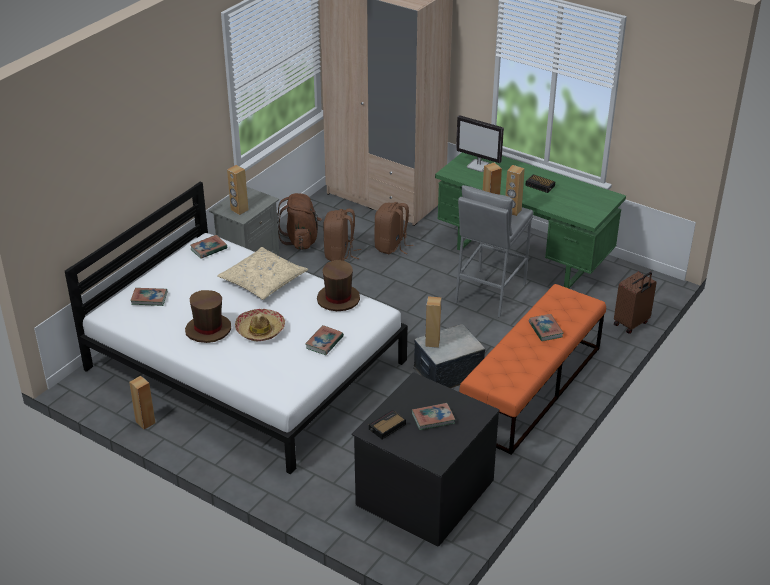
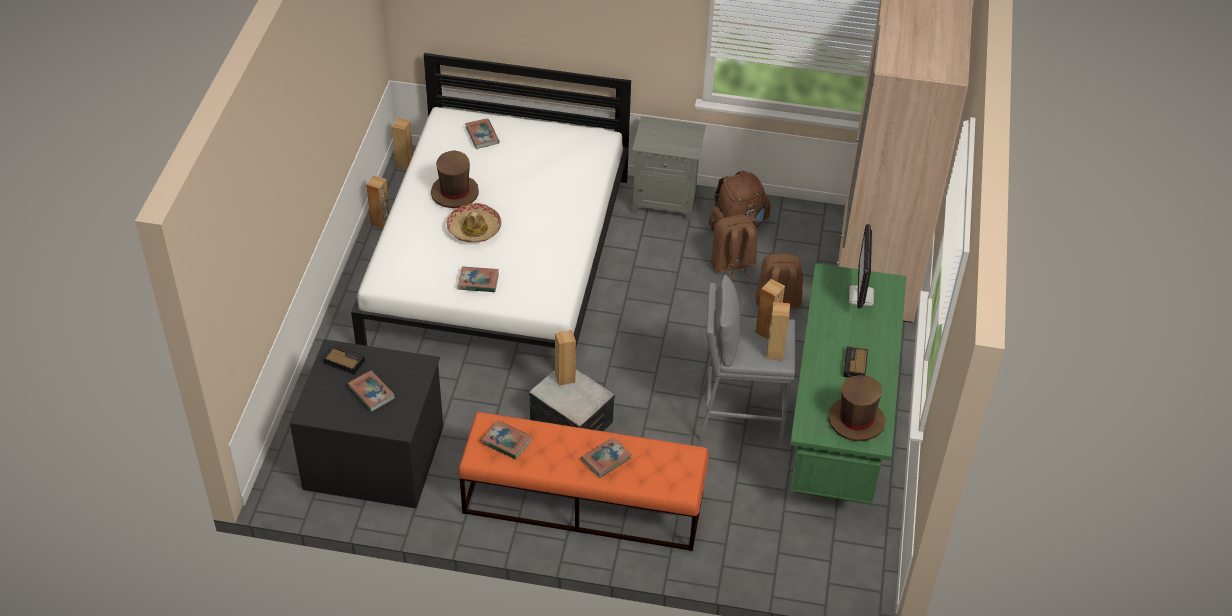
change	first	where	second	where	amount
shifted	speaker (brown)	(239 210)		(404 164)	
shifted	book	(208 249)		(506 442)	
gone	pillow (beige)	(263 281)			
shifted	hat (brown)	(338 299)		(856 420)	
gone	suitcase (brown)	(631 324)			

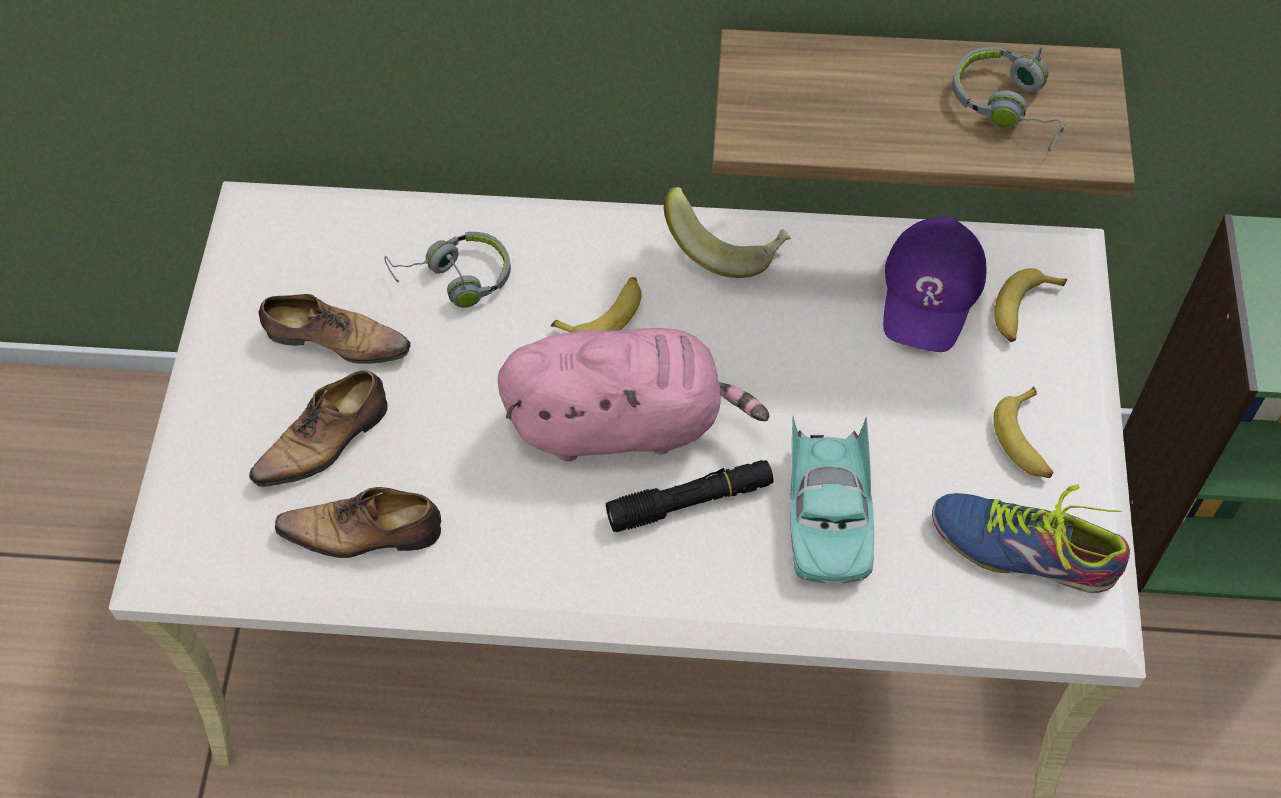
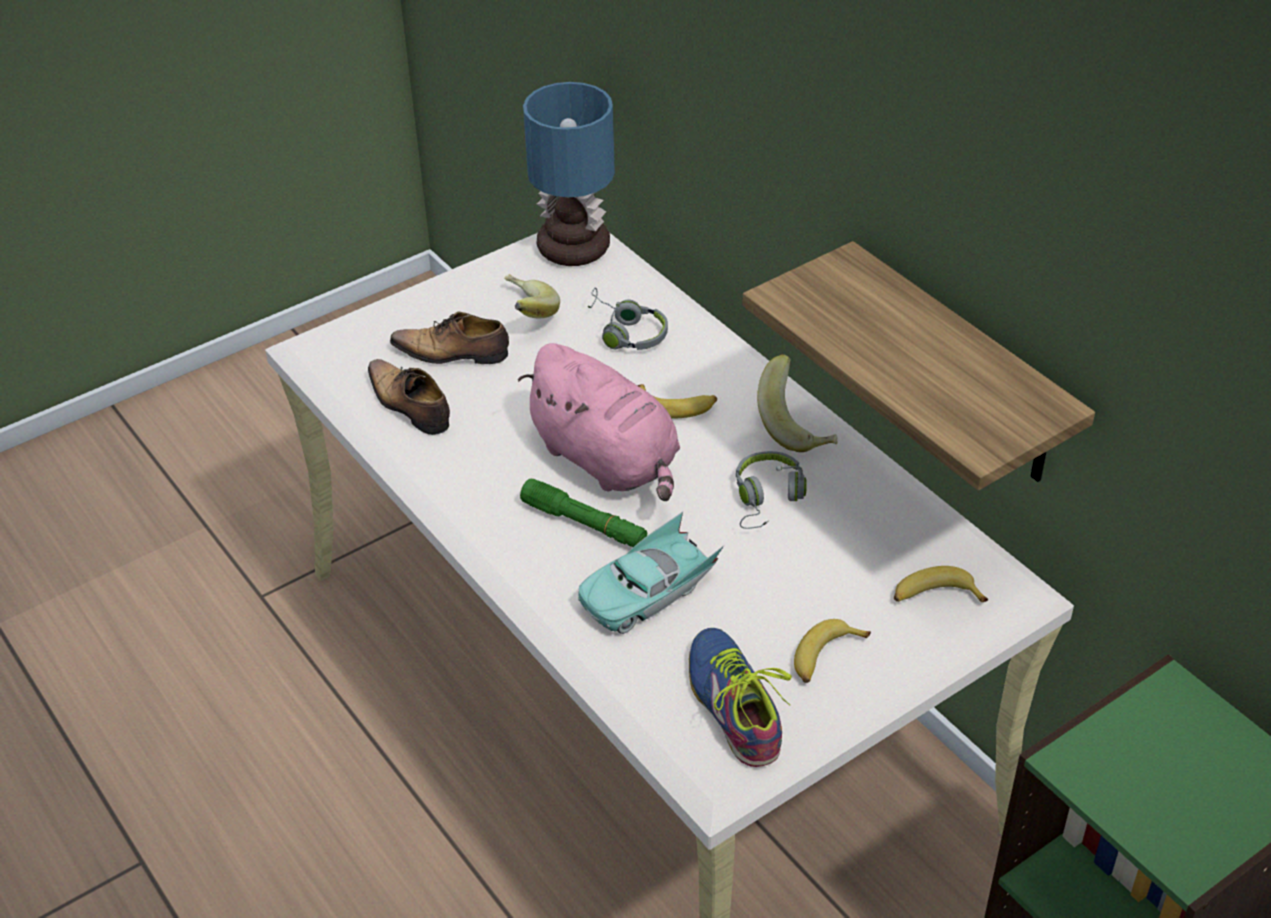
change	first	where	second	where	amount
shifted	headphones (grey)	(1009 106)		(767 498)	
gone	cap (purple)	(931 291)			
swapped	shoe	(335 340)	banana	(524 315)	
repainted	flashlight (black)	(690 502)	flashlight (green)	(584 524)	
new			table lamp	(576 248)	

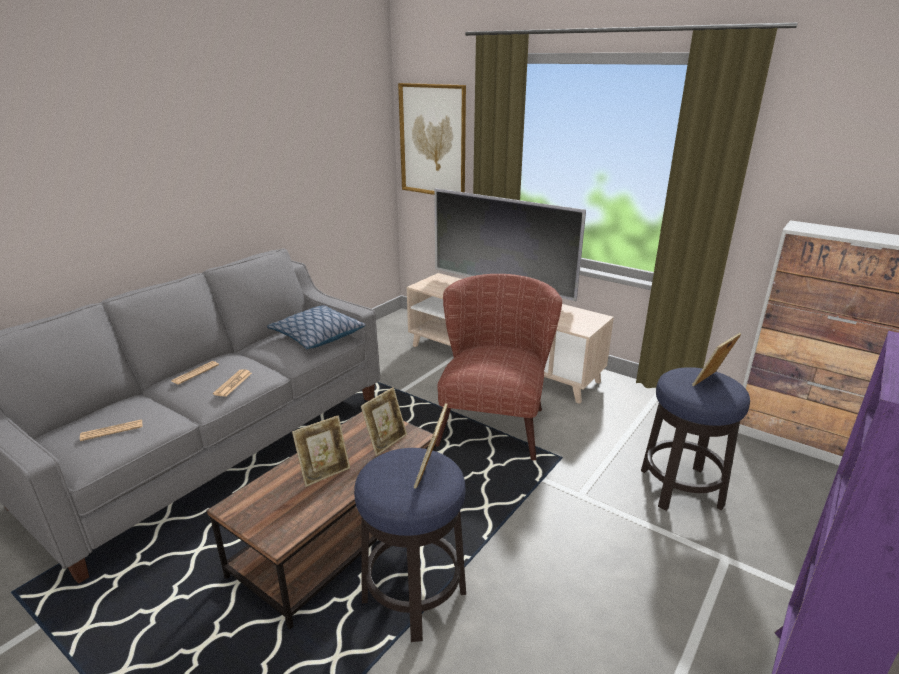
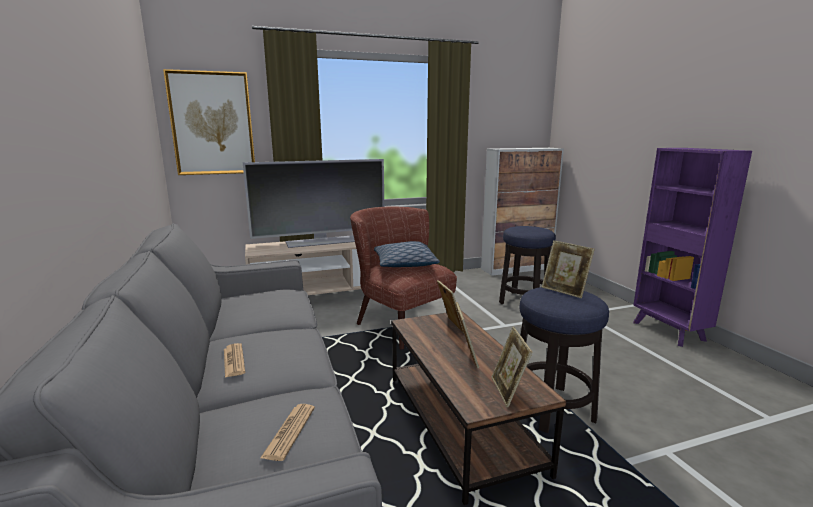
change	first	where	second	where	amount
shifted	pillow	(317 336)		(405 264)	
shifted	picture frame	(711 382)		(508 391)	
gone	newspaper	(233 383)			

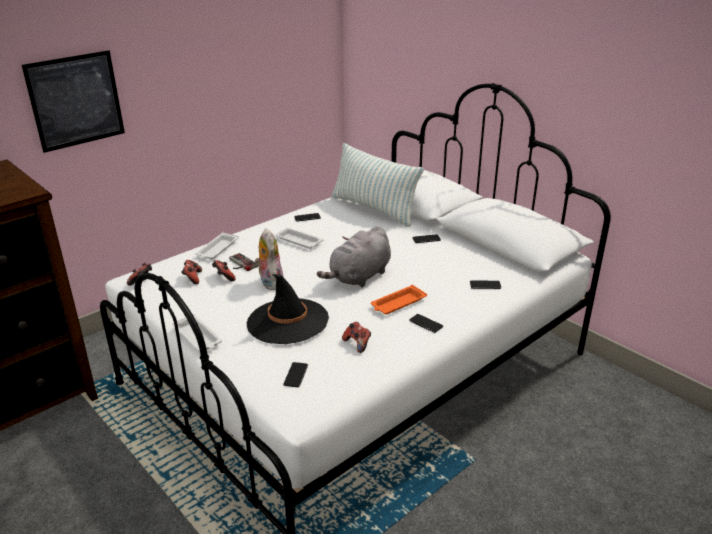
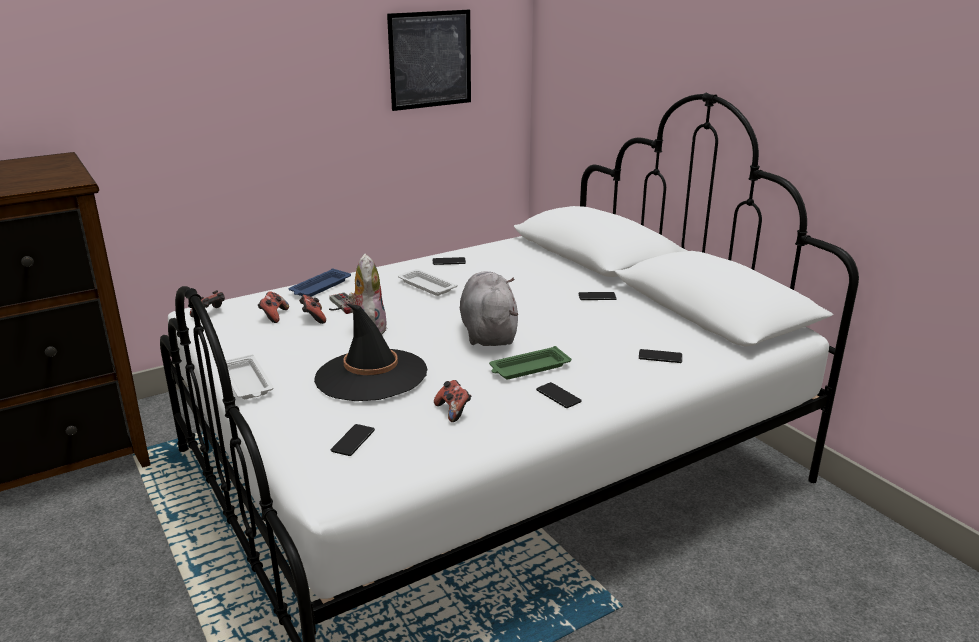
change	first	where	second	where	amount
shifted	picture	(76 100)		(430 59)	
gone	pillow	(374 209)			
rotated	plush toy (grey)	(359 277)		(488 333)	120 degrees clockwise
repainted	tray (white)	(217 249)	tray (blue)	(319 287)	
repainted	tray (orange)	(397 303)	tray (green)	(528 368)	

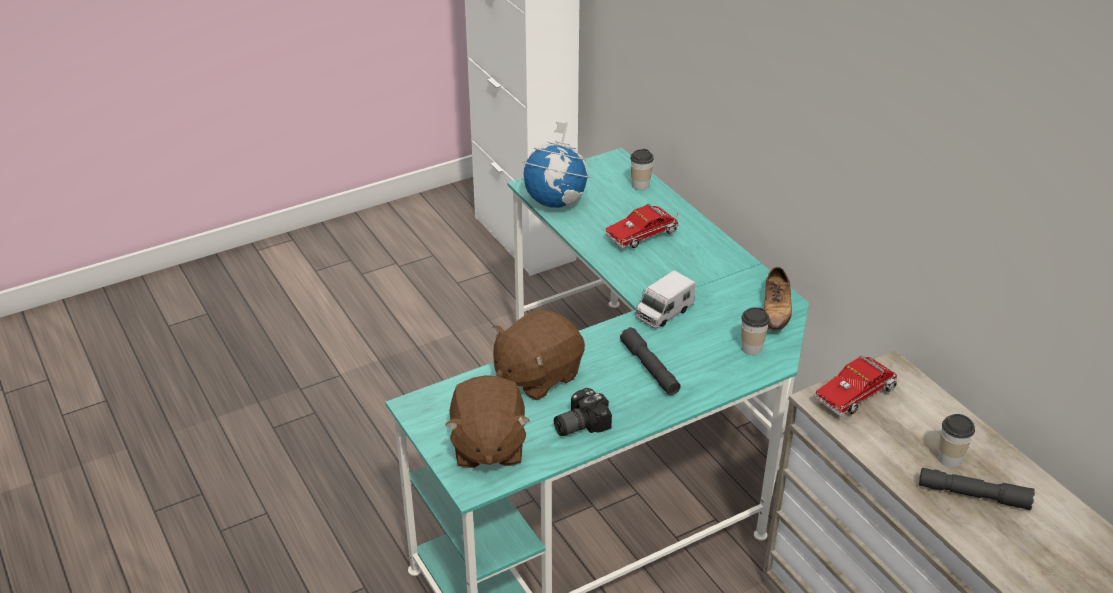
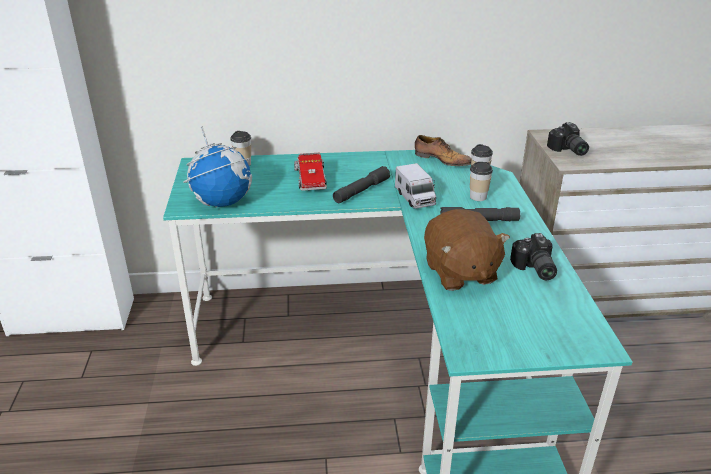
change	first	where	second	where	amount
swapped	toy truck	(857 393)	photo camera	(567 150)	
gone	plush toy (brown)	(487 446)			
shifted	cup	(949 459)		(478 197)	
shifted	flashlight (grey)	(973 495)		(361 191)	

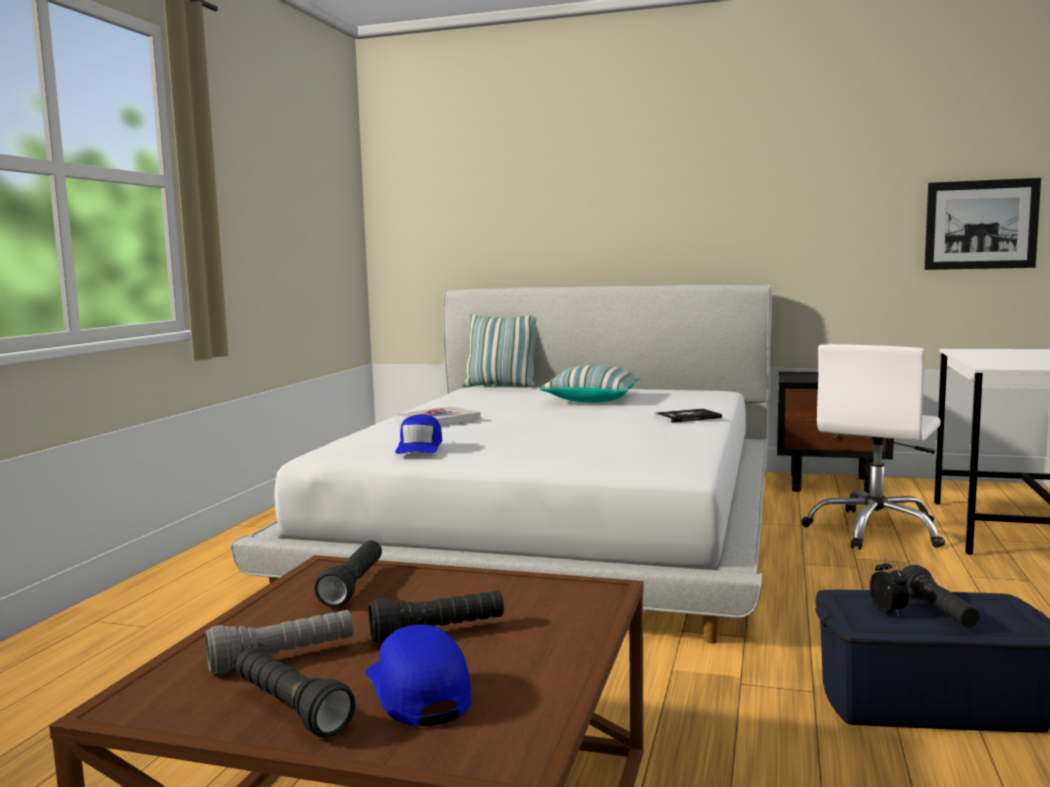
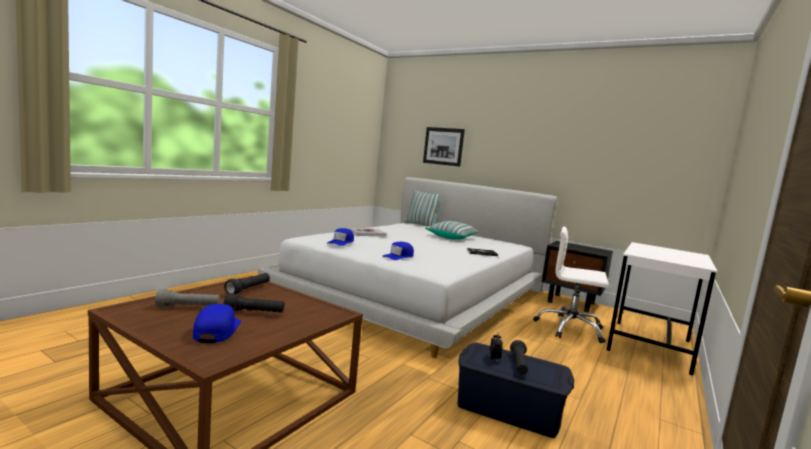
change	first	where	second	where	amount
shifted	picture	(980 224)		(443 146)	
rotated	office chair (white)	(875 531)		(570 328)	60 degrees clockwise
gone	flashlight (black)	(290 709)			
new			cap (blue)	(398 256)	

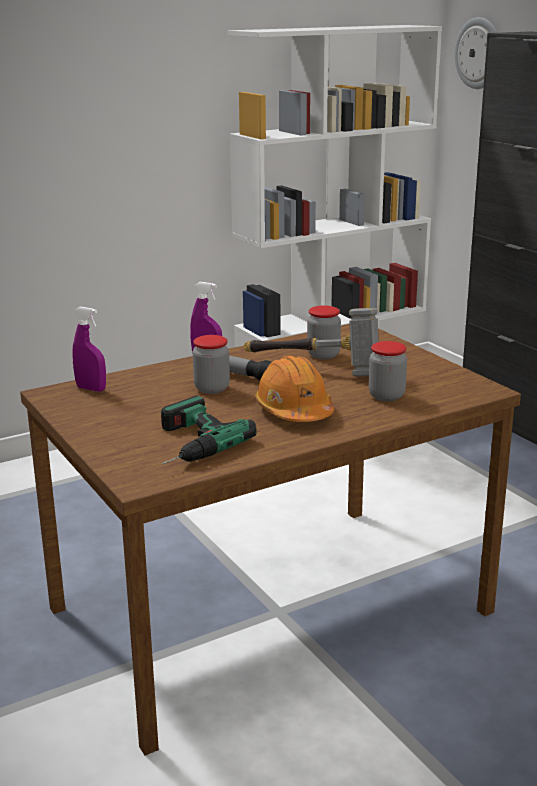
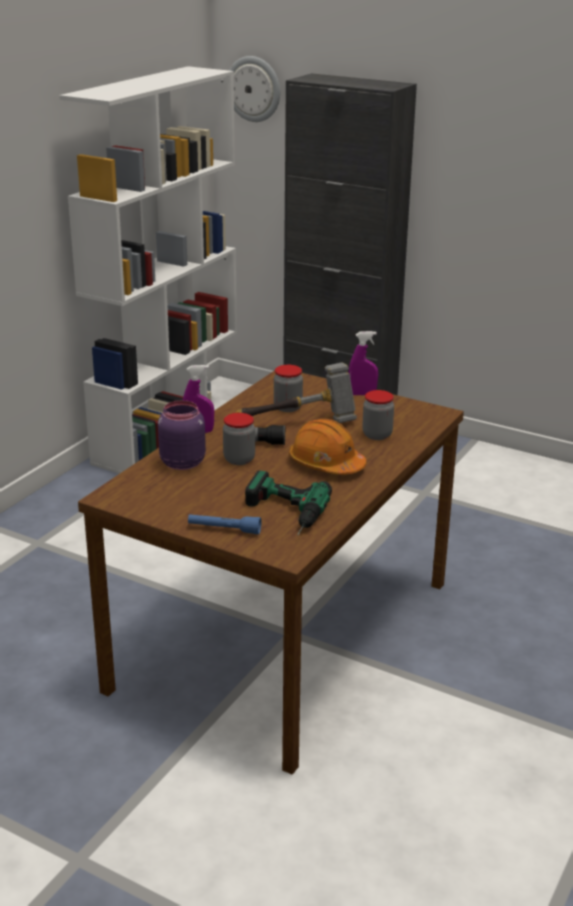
change	first	where	second	where	amount
shifted	spray bottle (purple)	(91 389)		(362 394)	
new			jar (purple)	(181 462)	
new			flashlight (blue)	(224 529)	

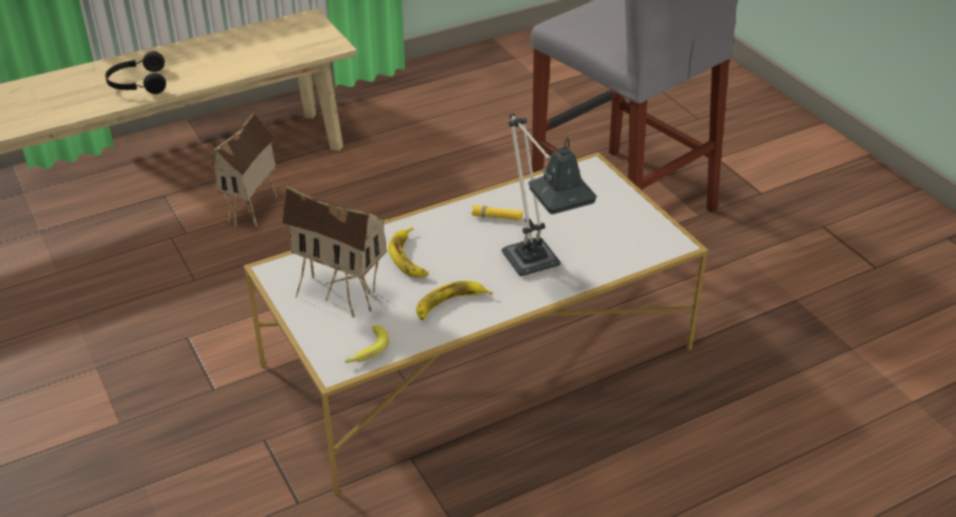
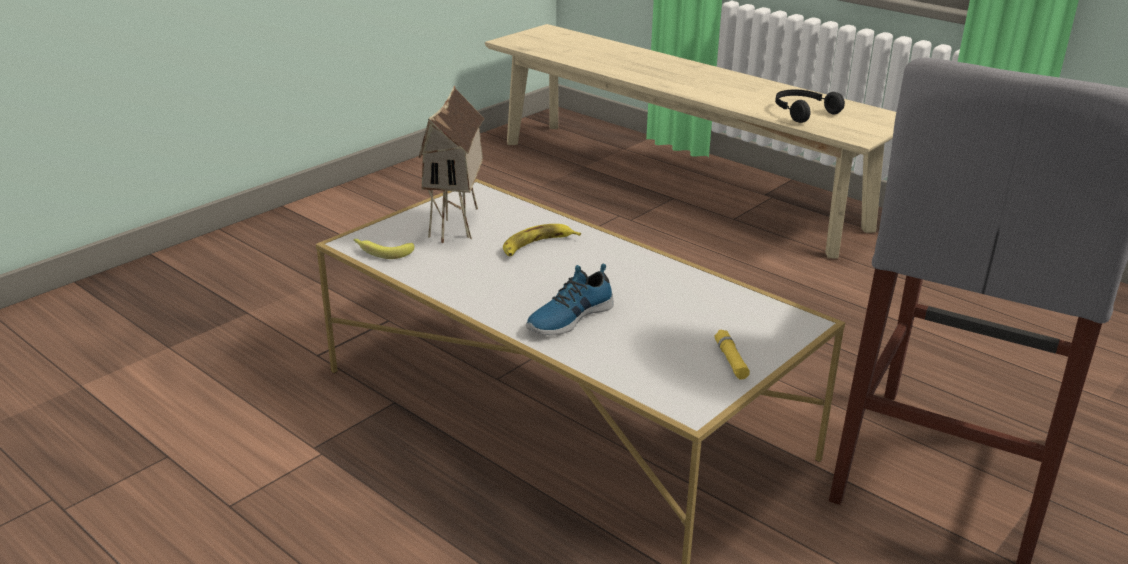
change	first	where	second	where	amount
shifted	headphones (black)	(137 84)		(802 112)	
gone	toy house	(254 213)			
swapped	table lamp	(537 268)	shoe	(568 317)	
shifted	flashlight (yellow)	(497 217)		(731 360)	
gone	banana	(449 304)			

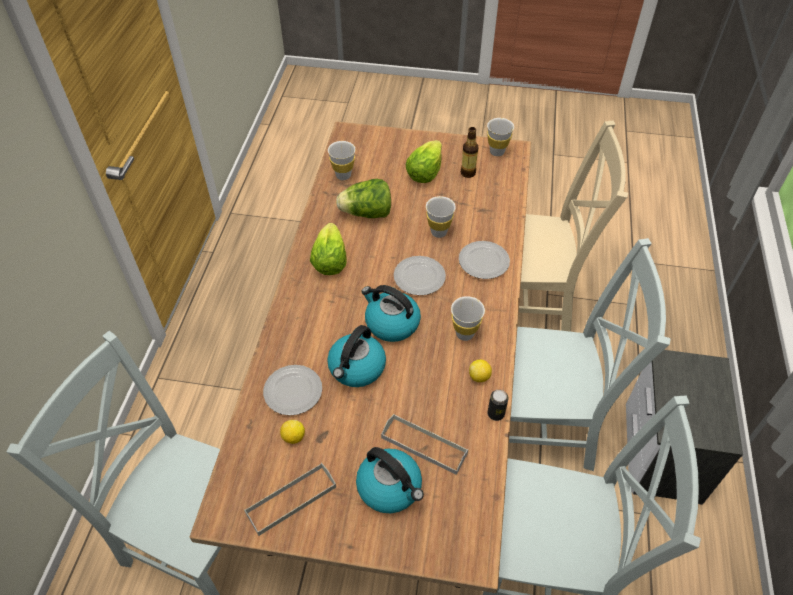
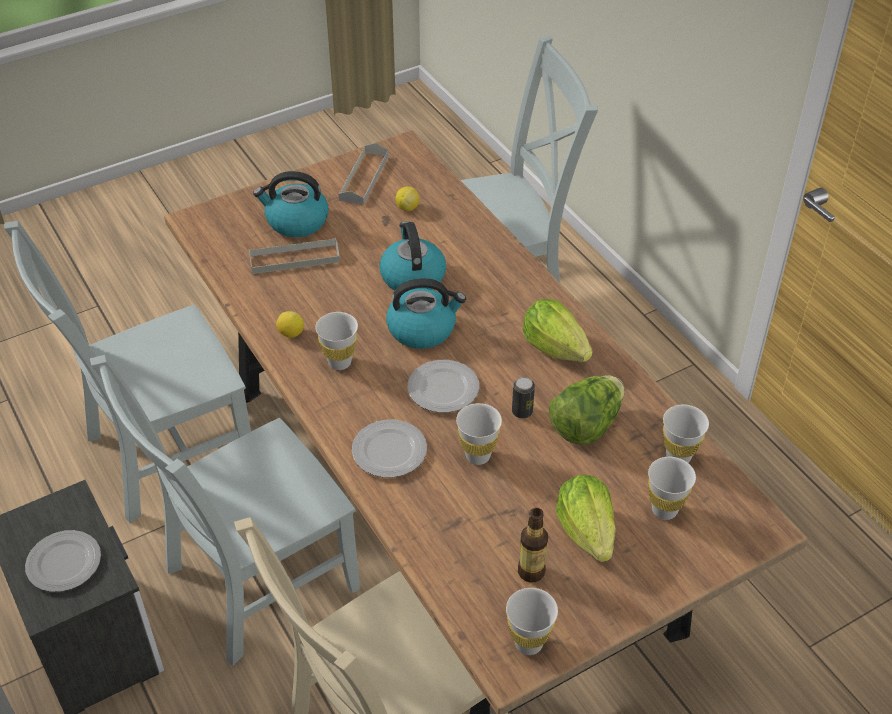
change	first	where	second	where	amount
shifted	plate	(293 392)		(63 564)	
shifted	can	(495 413)		(522 411)	
new			cup (white)	(664 510)	

